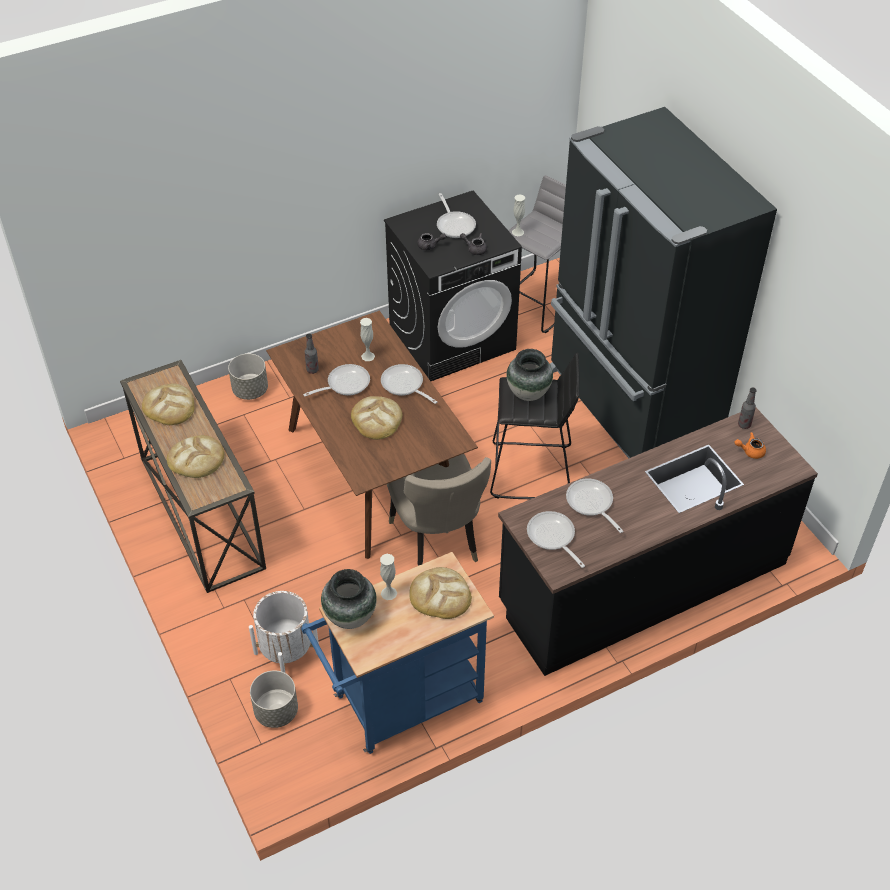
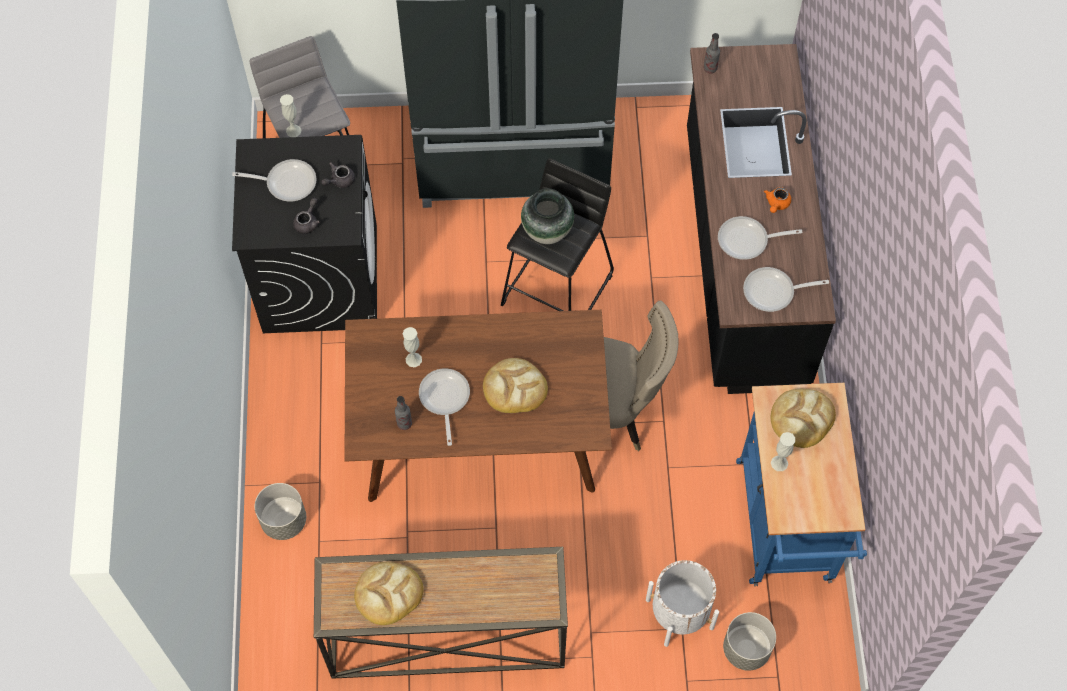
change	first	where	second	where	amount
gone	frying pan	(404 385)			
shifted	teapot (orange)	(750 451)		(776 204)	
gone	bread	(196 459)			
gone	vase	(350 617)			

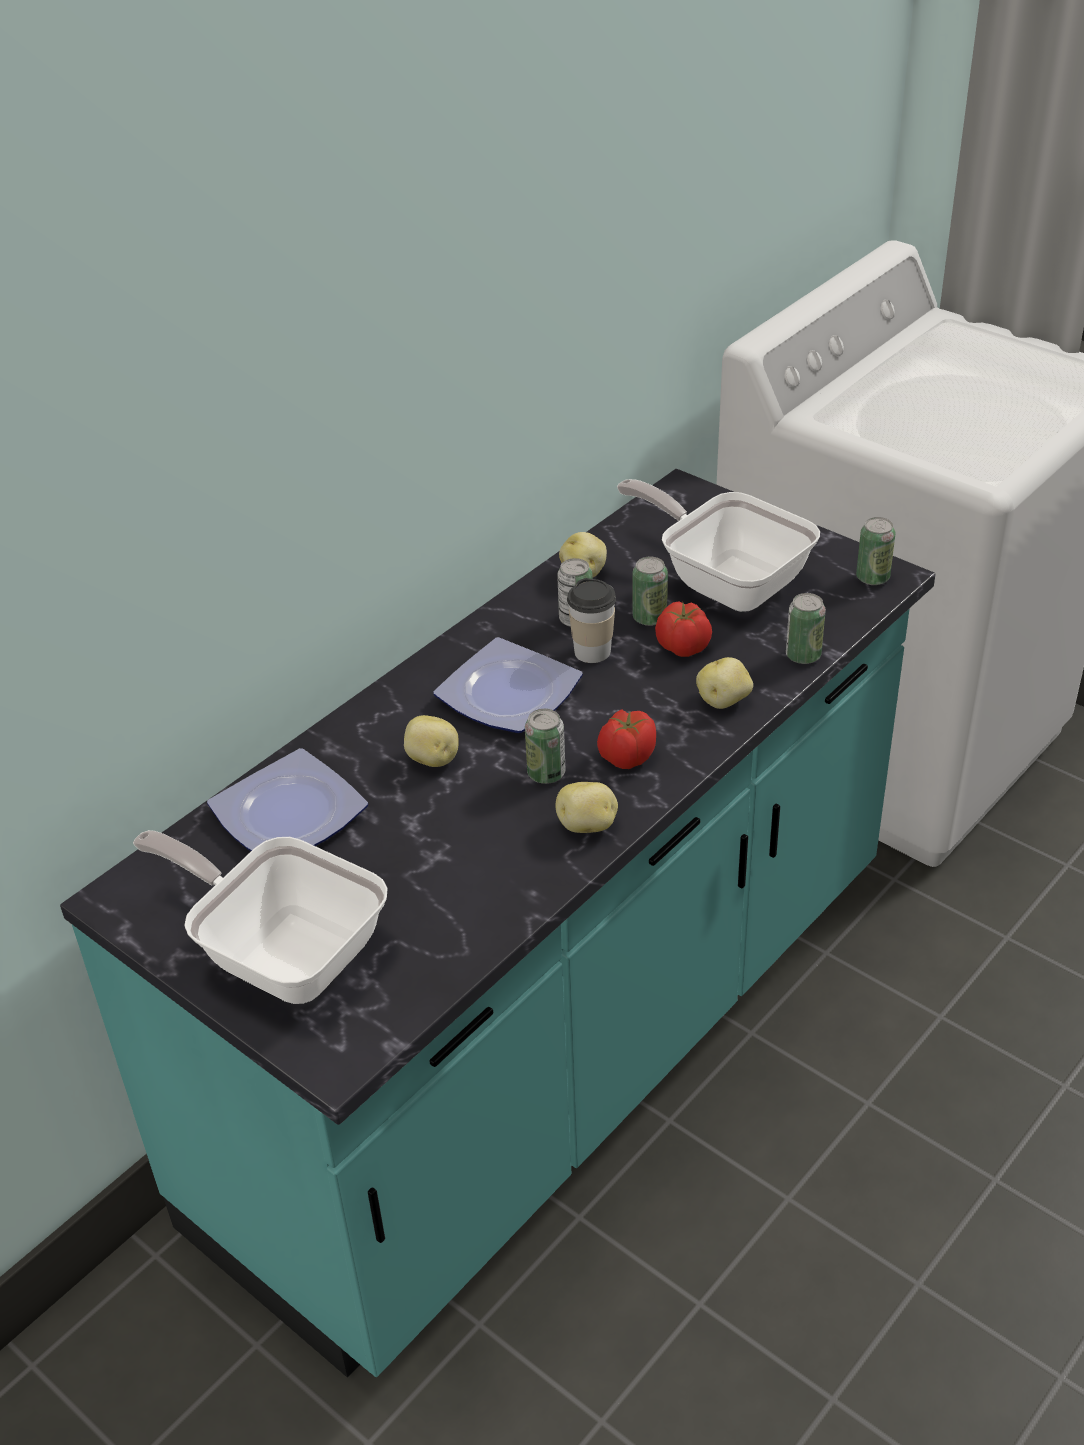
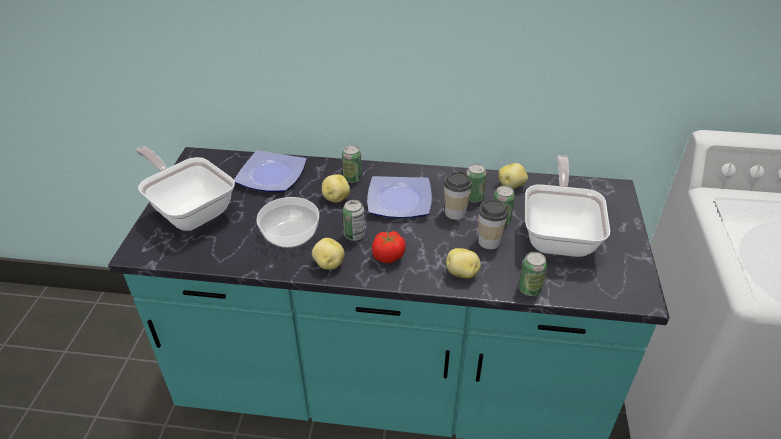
change	first	where	second	where	amount
shifted	can	(872 578)		(352 178)	
swapped	tomato	(683 648)	cup	(489 242)	
rotated	frying pan	(282 952)		(189 209)	45 degrees counterclockwise
new			bowl	(291 235)	

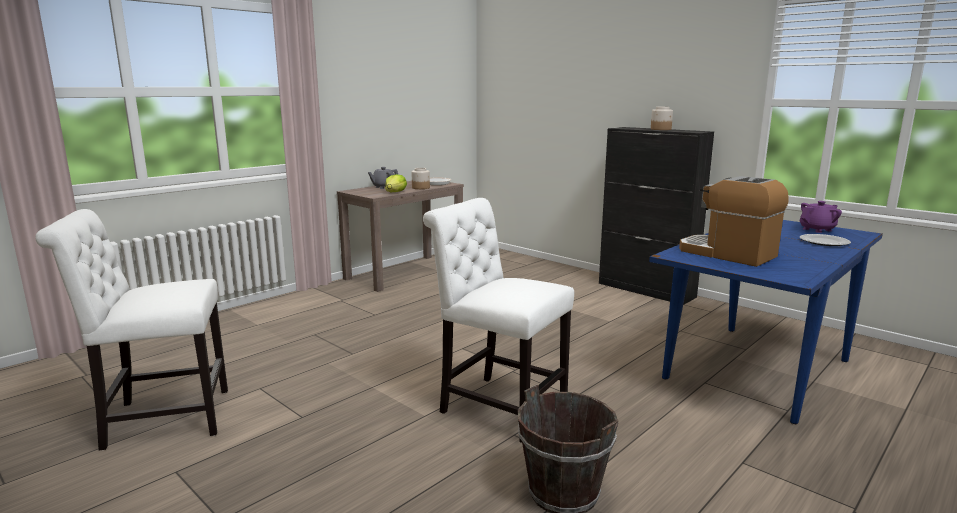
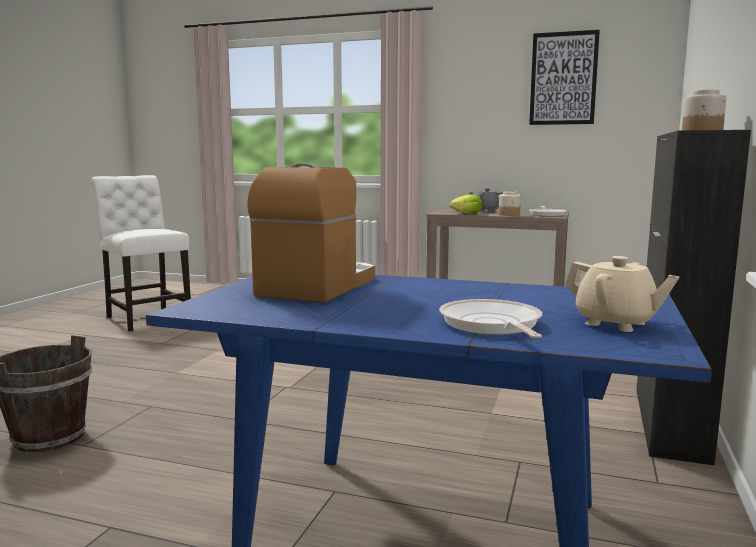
change	first	where	second	where	amount
gone	chair (white)	(498 406)			
repainted	teapot (purple)	(817 229)	teapot (beige)	(615 323)	
swapped	plate	(825 242)	frying pan	(491 325)	
new			picture	(563 78)	

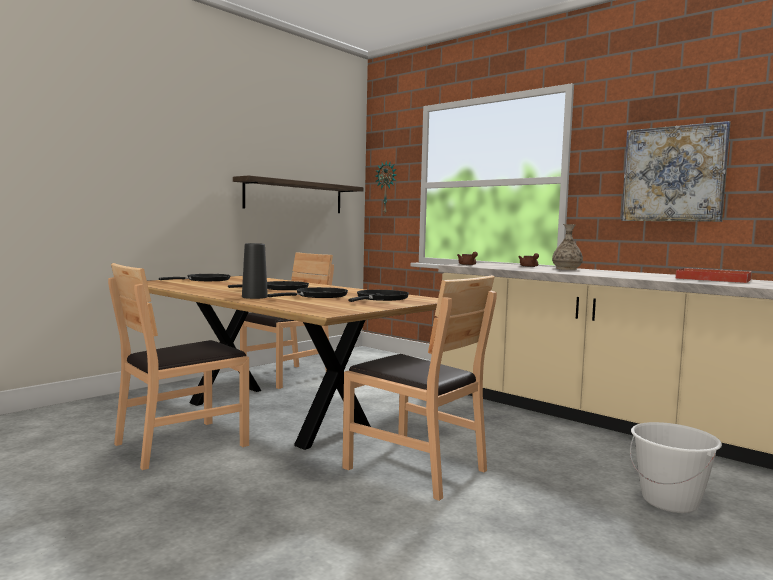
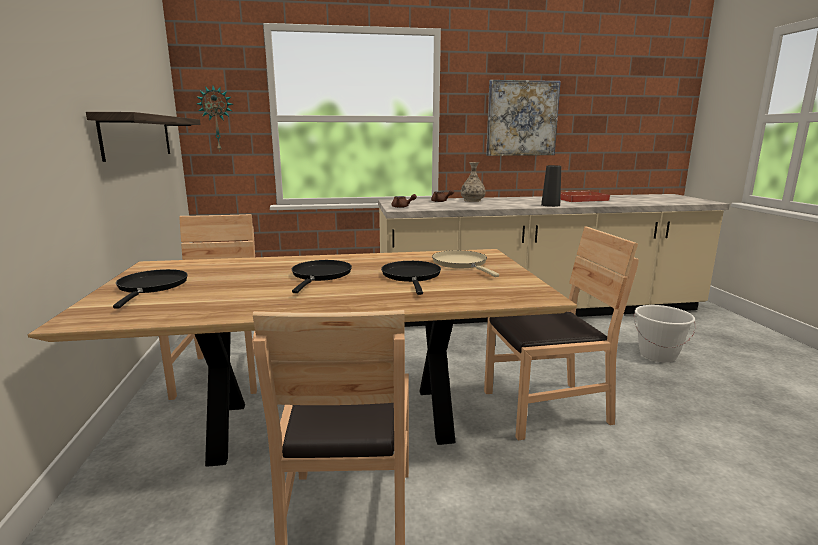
change	first	where	second	where	amount
shifted	vase (black)	(254 297)		(550 205)	
repainted	frying pan (black)	(380 299)	frying pan (beige)	(461 264)	

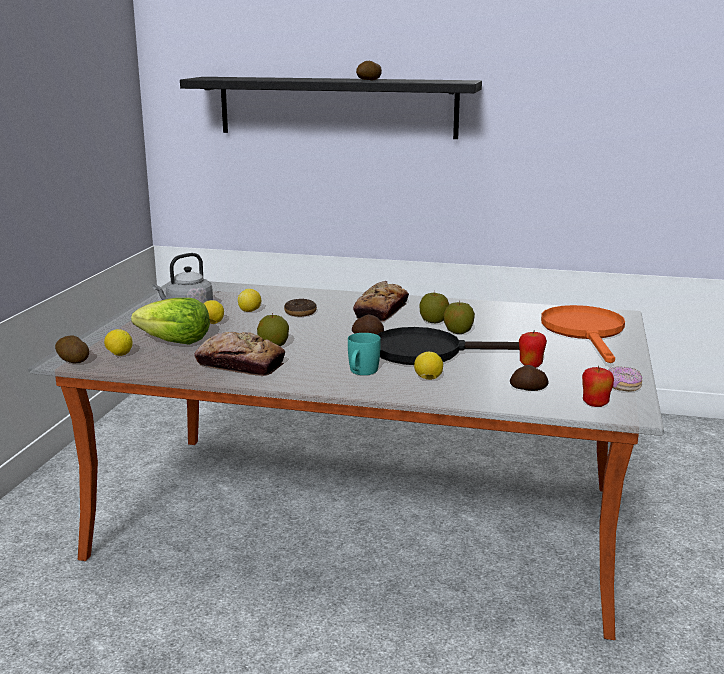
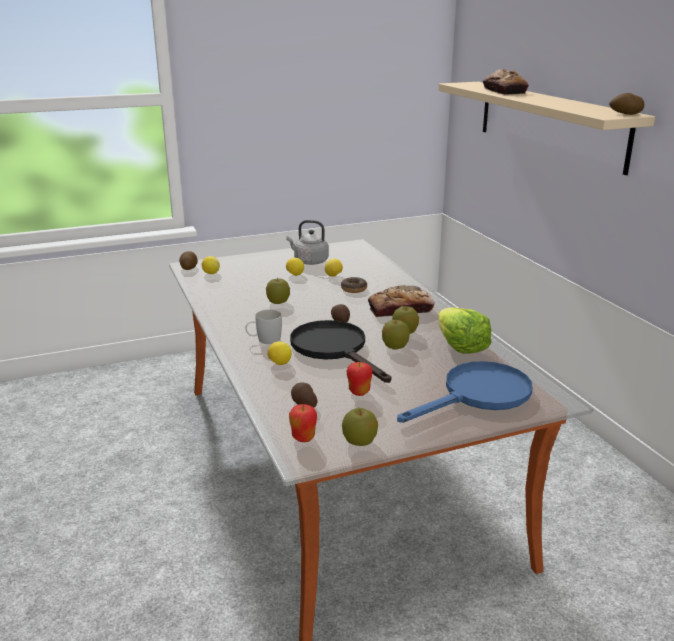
change	first	where	second	where	amount
shifted	potato	(368 80)		(625 114)	
repainted	shelf (black)	(337 107)	shelf (beige)	(549 123)	
shifted	lettuce	(175 342)		(461 346)	
repainted	frying pan (orange)	(585 332)	frying pan (blue)	(478 395)	
shifted	bread	(240 364)		(504 91)	
repainted	mug (turquoise)	(361 372)	mug (white)	(264 340)	
swapped	donut	(623 387)	apple	(359 442)	

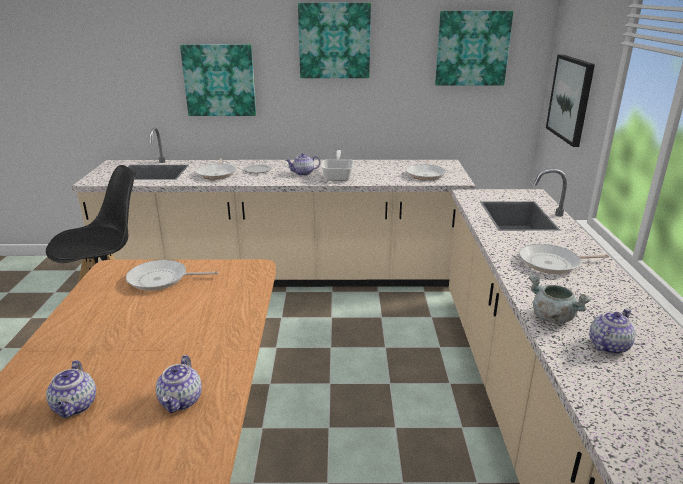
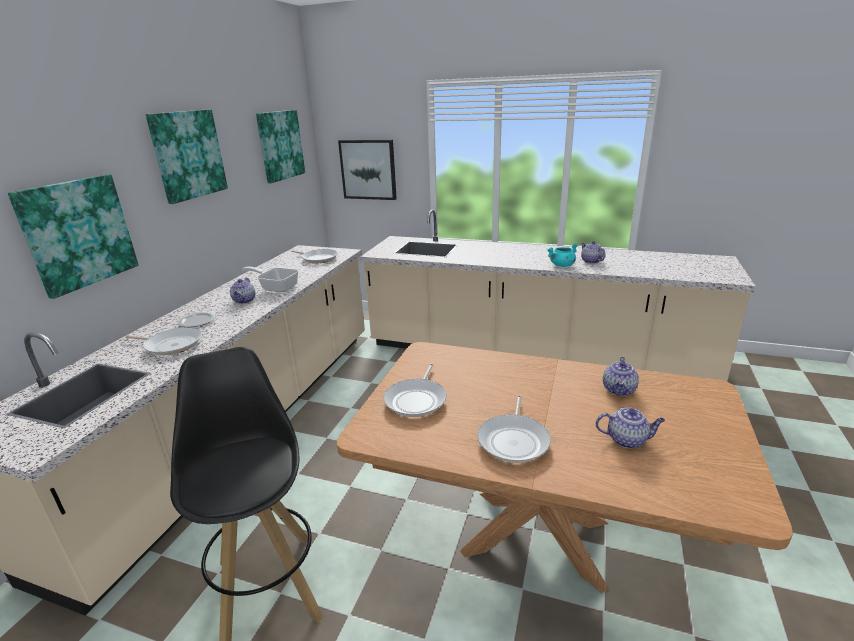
change	first	where	second	where	amount
shifted	frying pan	(552 263)		(514 440)	
repainted	cooking pot (grey)	(552 317)	cooking pot (turquoise)	(562 265)	
rotated	teapot	(181 401)		(619 390)	90 degrees clockwise

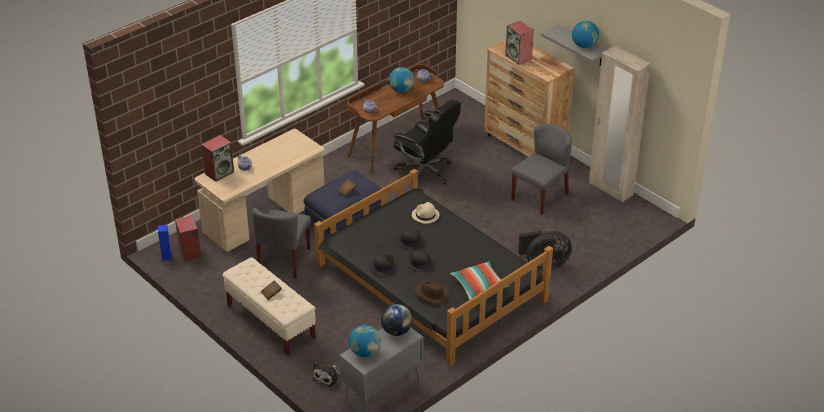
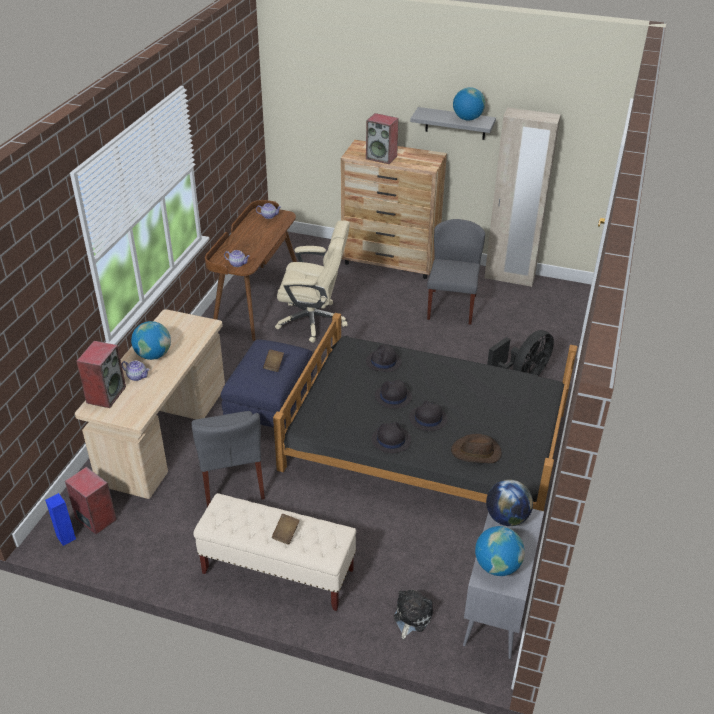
change	first	where	second	where	amount
shifted	globe	(401 90)		(153 355)	
repainted	office chair (black)	(425 172)	office chair (beige)	(313 321)	
repainted	hat (beige)	(425 215)	hat (black)	(383 362)	
gone	pillow	(479 286)			
rotated	plush toy	(327 377)		(411 617)	150 degrees counterclockwise

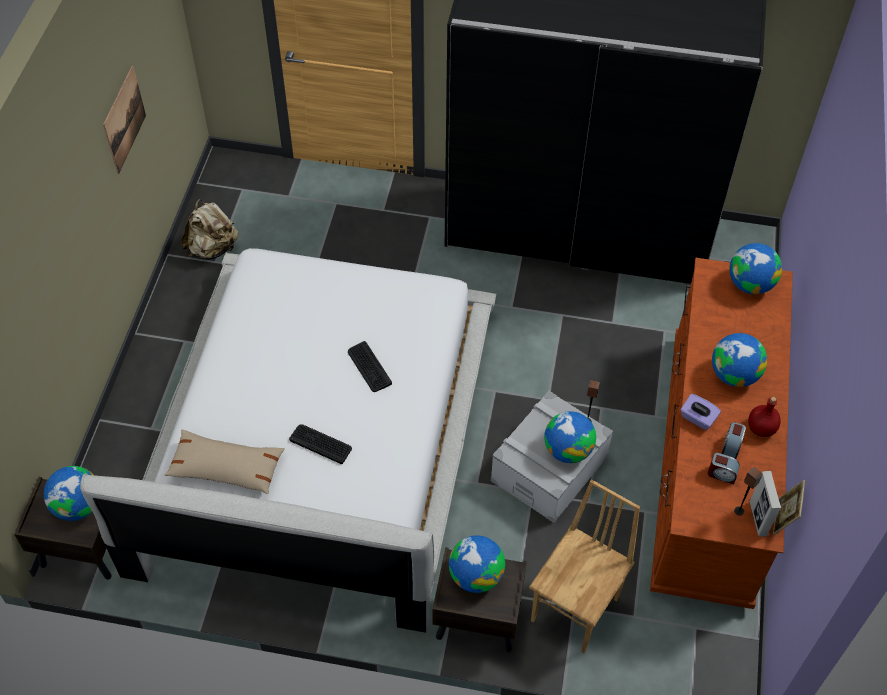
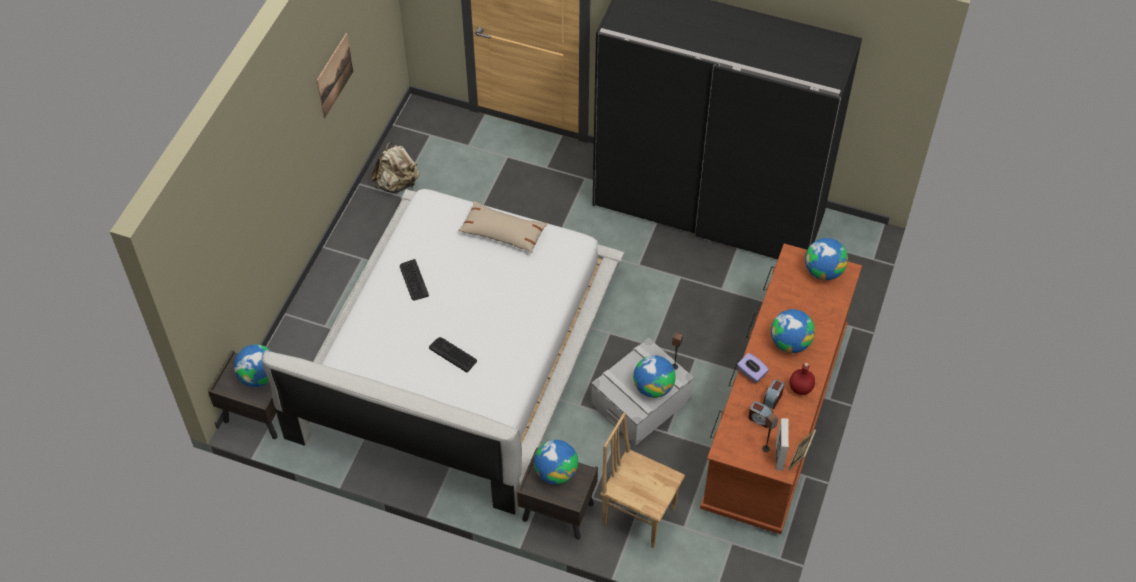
change	first	where	second	where	amount
shifted	keyboard	(369 367)		(413 280)	
shifted	pillow (beige)	(226 468)		(503 233)	
rotated	chair (brown)	(576 609)		(639 515)	105 degrees counterclockwise

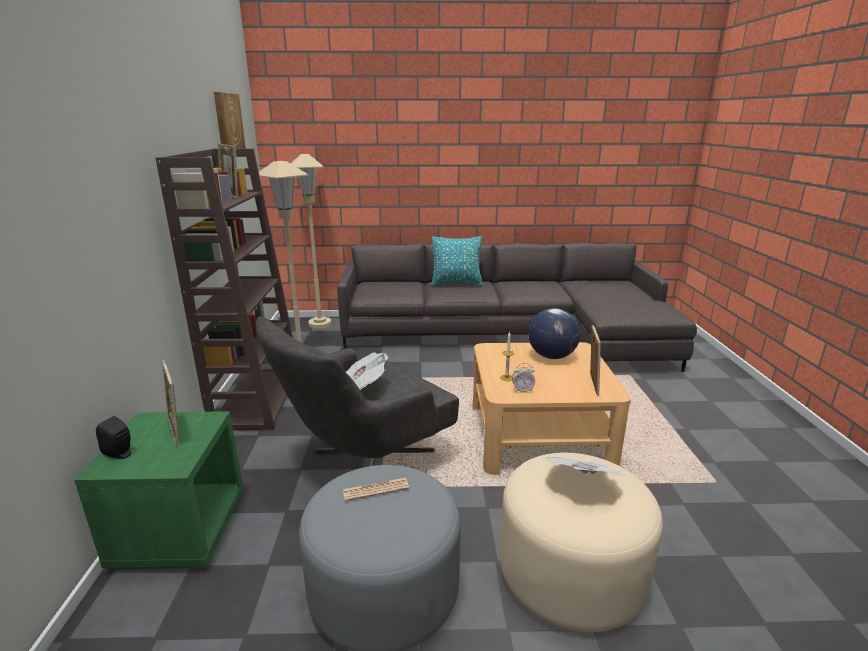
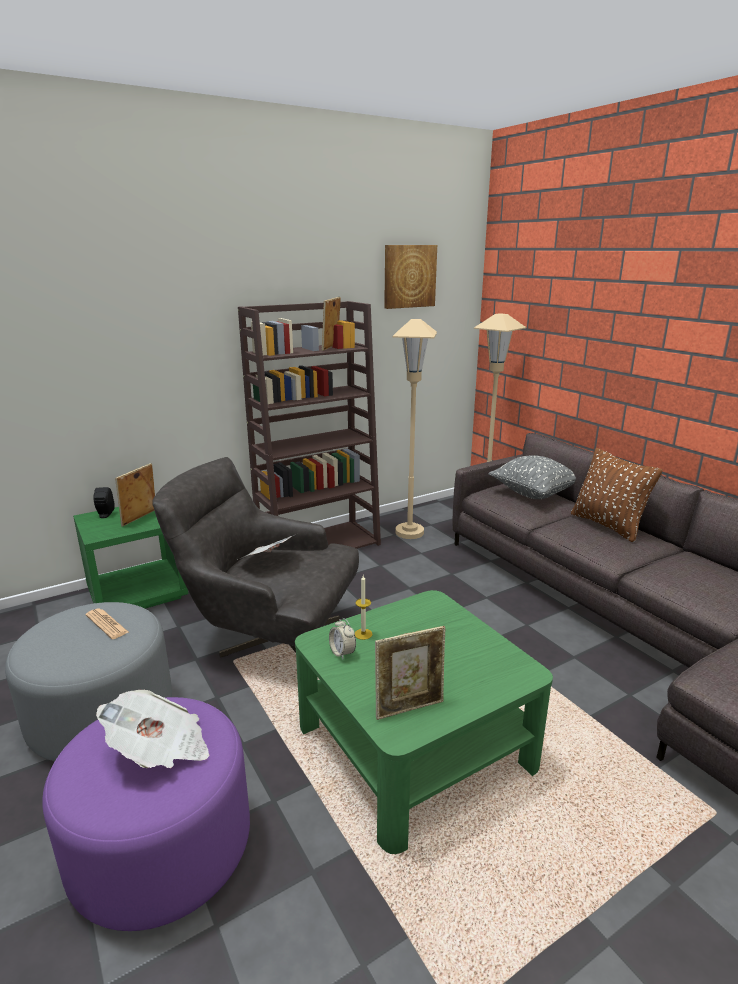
change	first	where	second	where	amount
repainted	pillow (turquoise)	(456 283)	pillow (brown)	(607 525)	
gone	globe	(552 356)			
repainted	coffee table (beige)	(539 435)	coffee table (green)	(416 746)	
repainted	ottoman (beige)	(570 573)	ottoman (purple)	(161 847)	
new			pillow (grey)	(534 493)	

